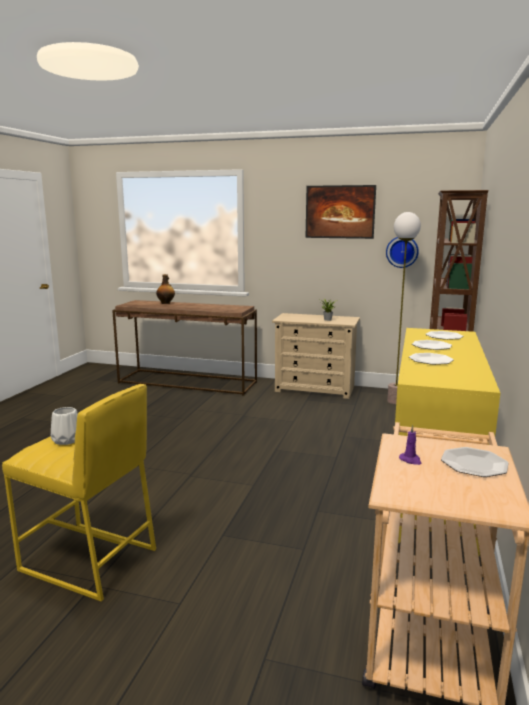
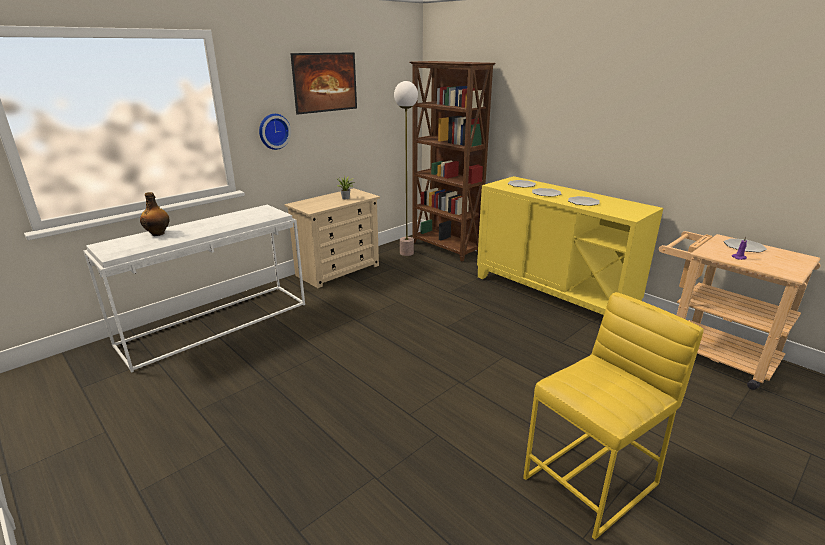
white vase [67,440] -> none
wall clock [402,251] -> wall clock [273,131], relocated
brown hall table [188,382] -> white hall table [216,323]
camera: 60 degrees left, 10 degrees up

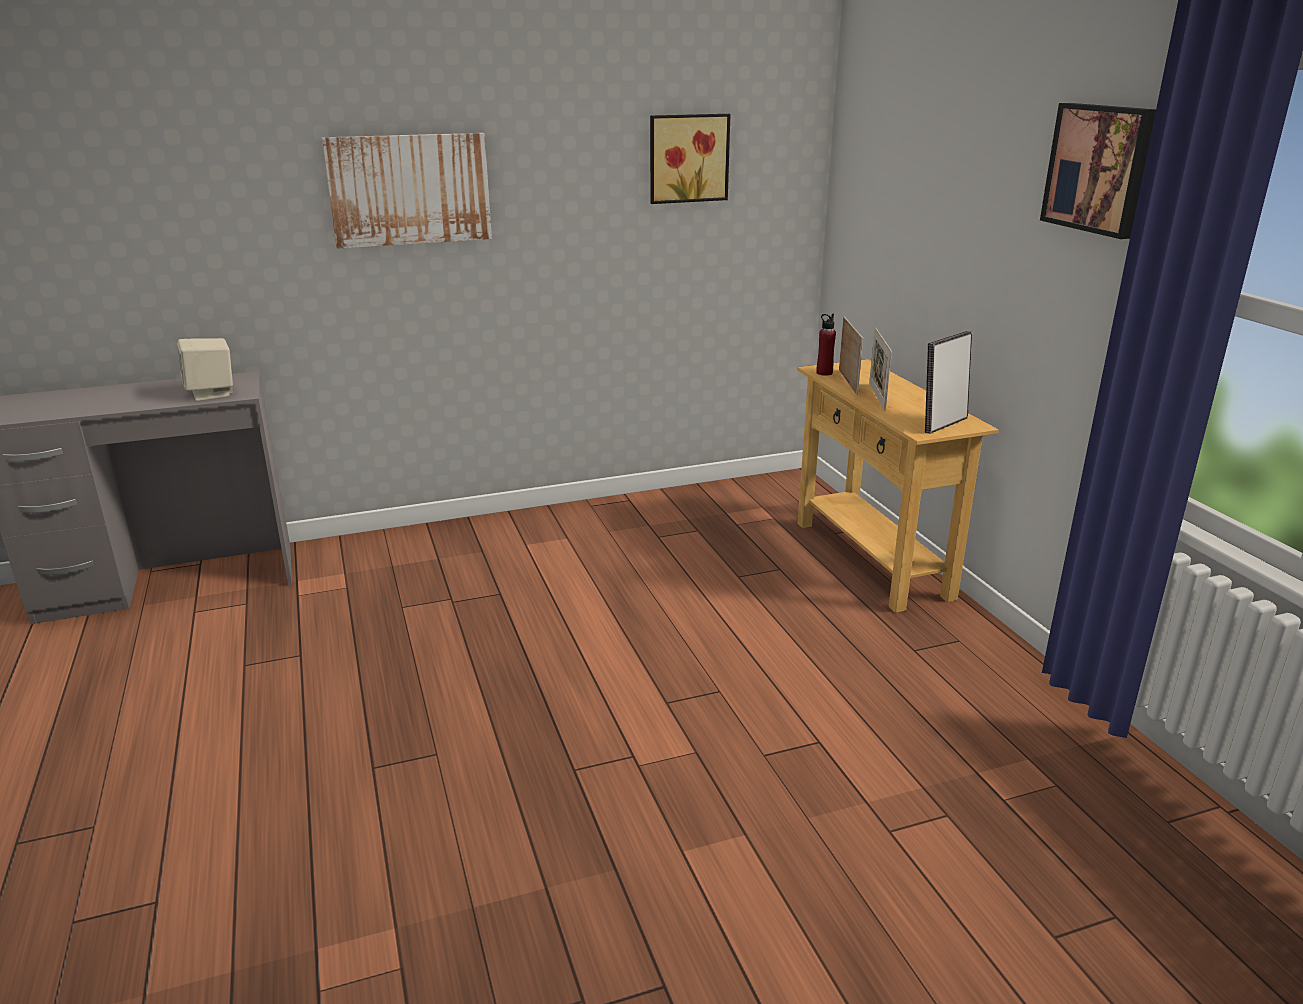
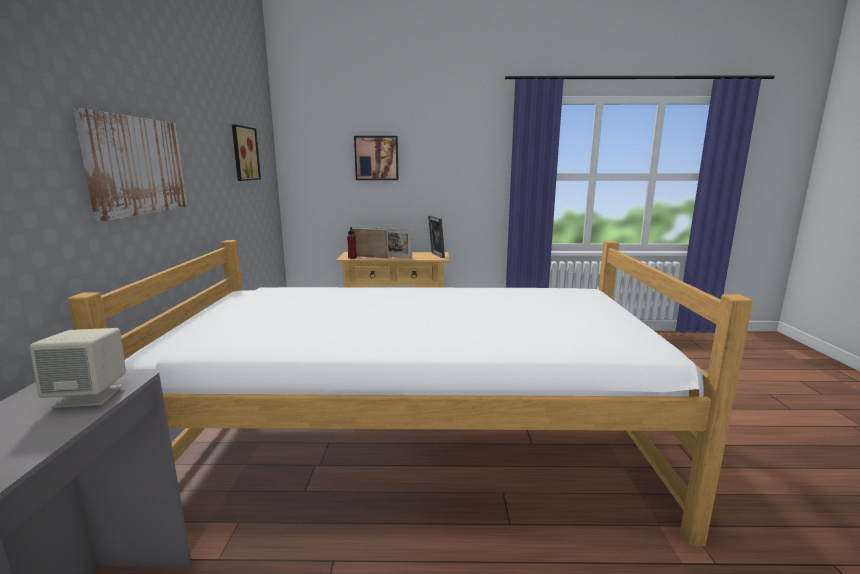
none -> bed [416,449]
picture [1100,168] -> picture [376,158], relocated
camera: 70 degrees left, 10 degrees down

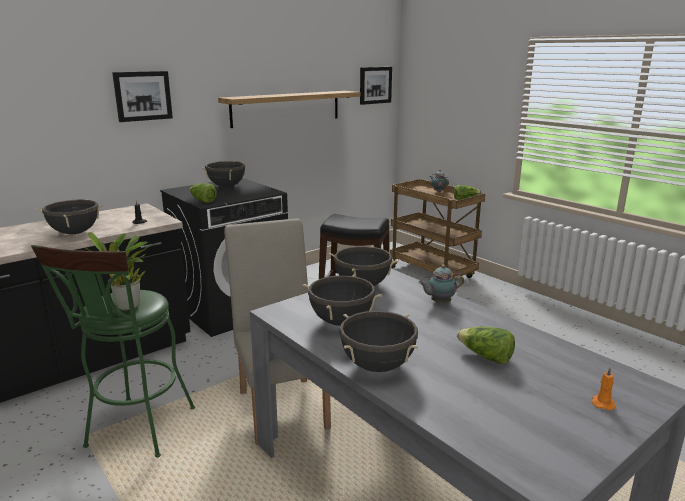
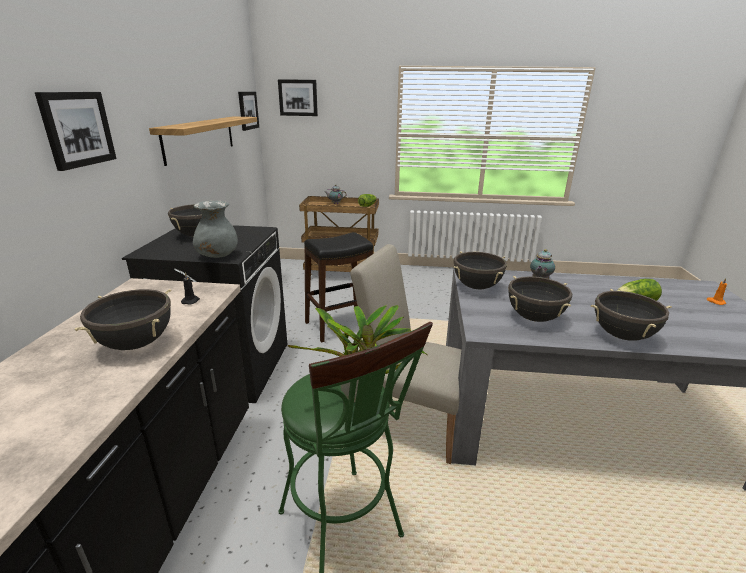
none -> picture [298,97]
lettuce [202,201] -> gray vase [217,256]
camera: 45 degrees left, 5 degrees up

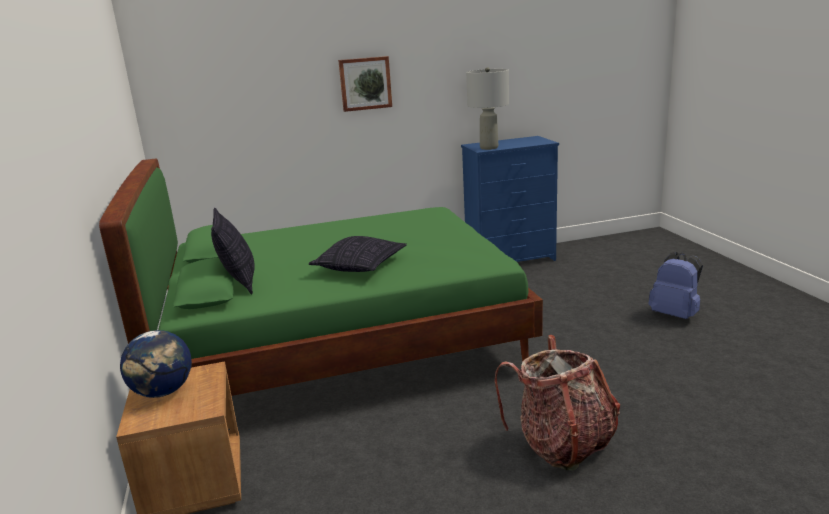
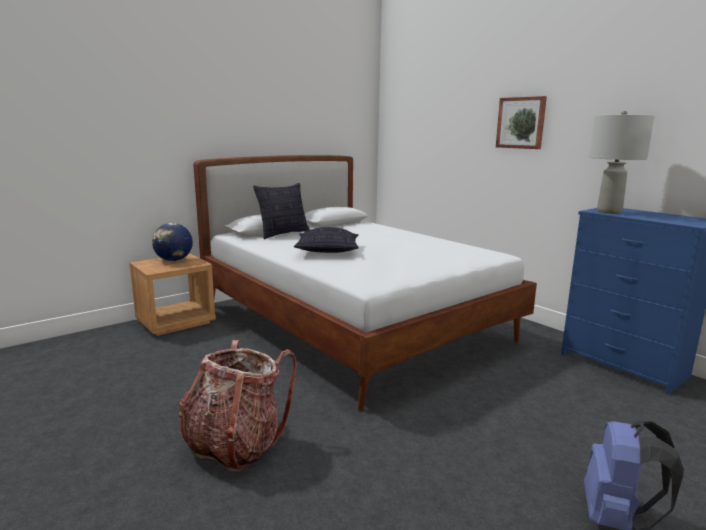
greenish bed [339,345] -> white bed [352,323]
camera: 65 degrees right, 5 degrees down

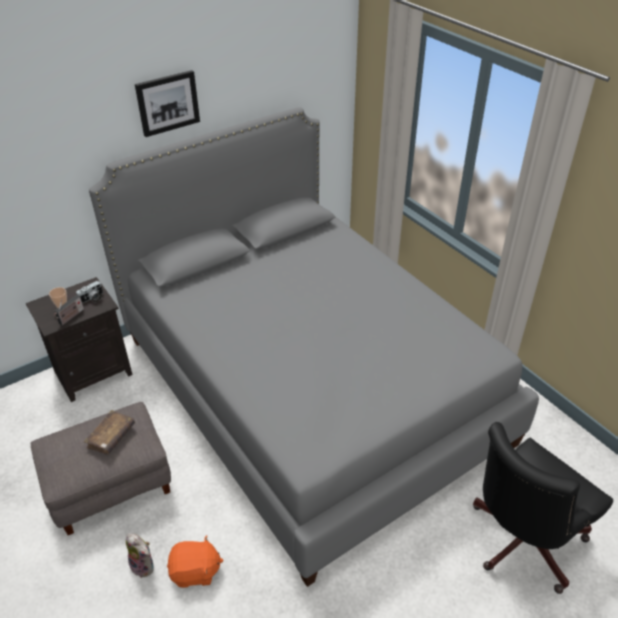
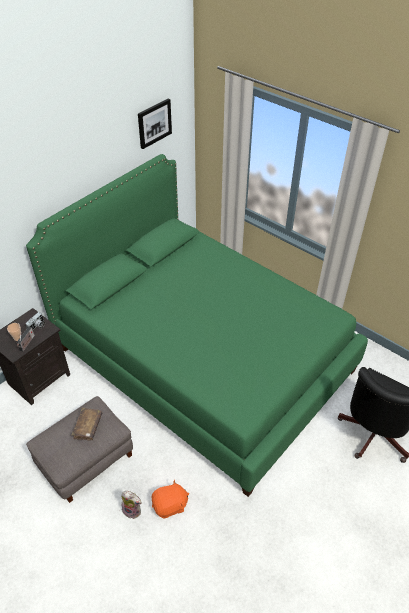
picture [167,103] -> picture [154,123], relocated
gray bed [309,387] -> greenish bed [204,358]
camera: 15 degrees left, 5 degrees up

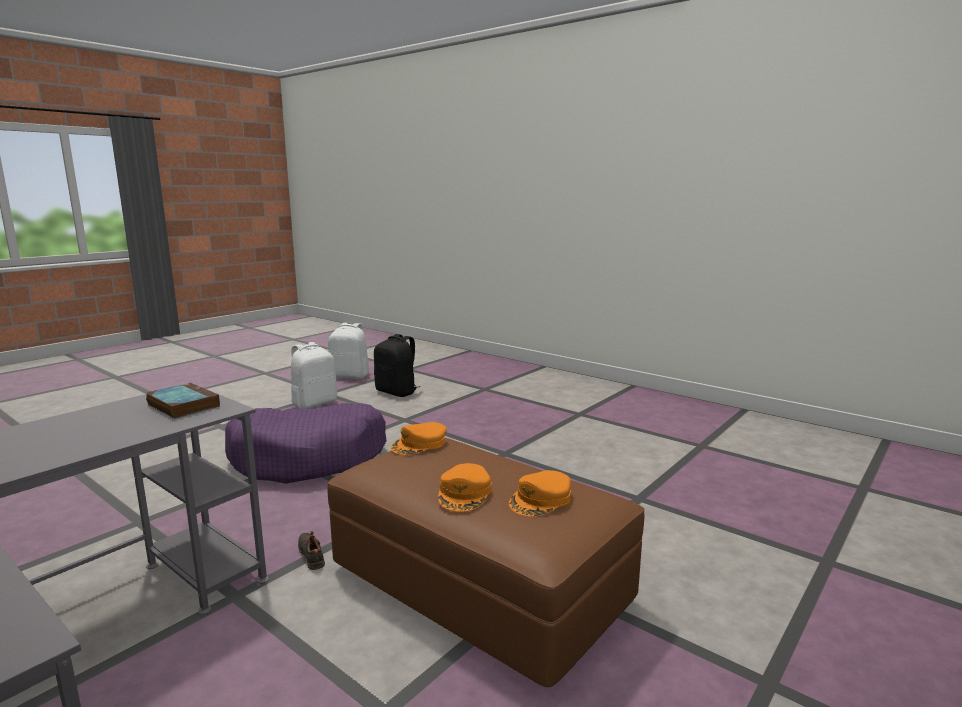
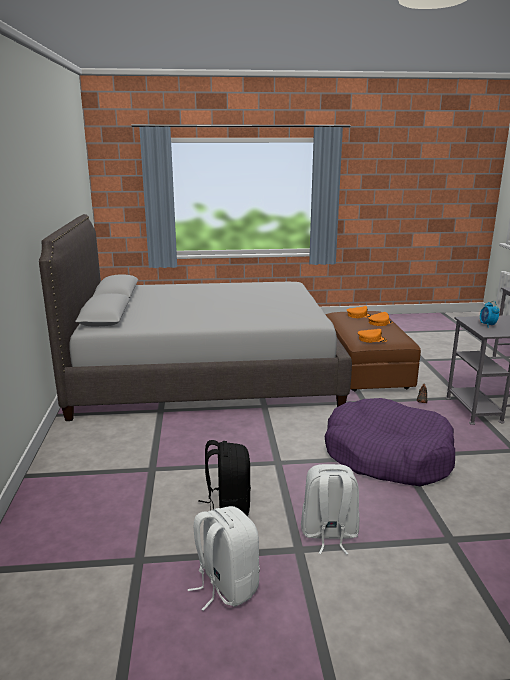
none -> gray bed [205,375]
book [182,405] -> table clock [487,325]
camera: 135 degrees left, 5 degrees up

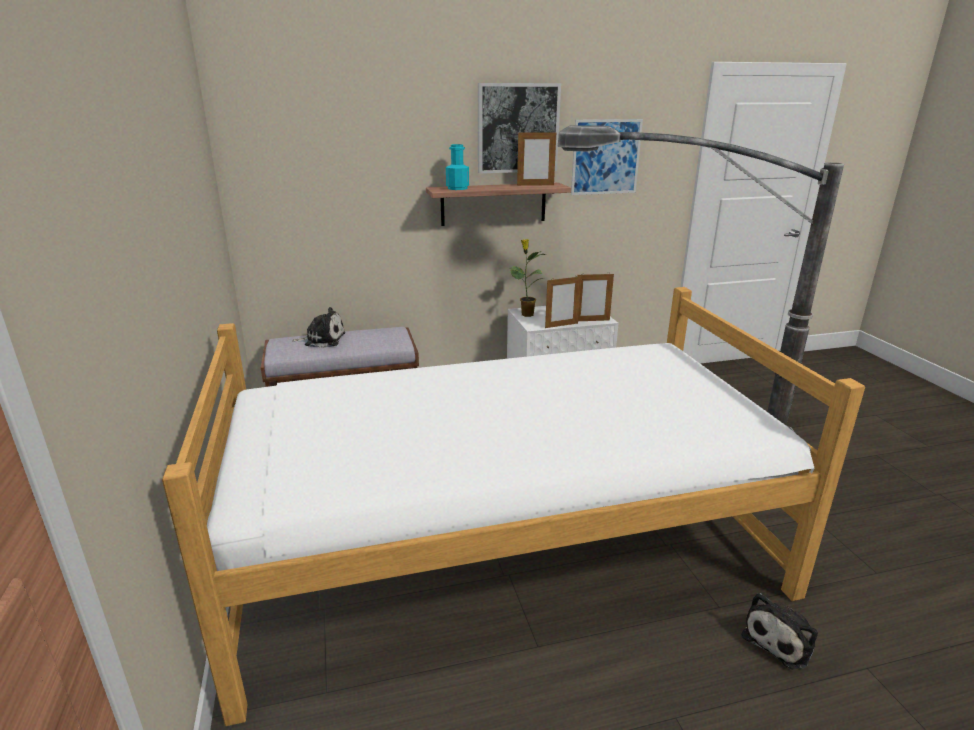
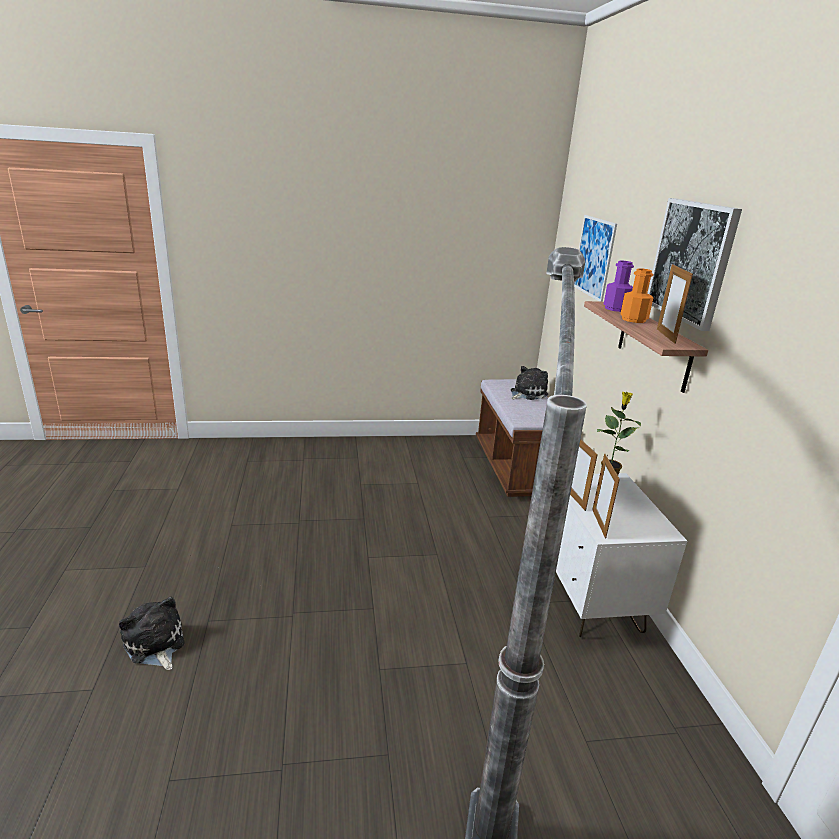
bed [502,549] -> none
none -> orange beverage bottle [633,319]
picture [606,157] -> picture [594,257], relocated
blue-green beverage bottle [457,188] -> purple-coloured beverage bottle [616,309]
cuddly toy [322,340] -> cuddly toy [526,393], 135 degrees counterclockwise
camera: 95 degrees right, 0 degrees up

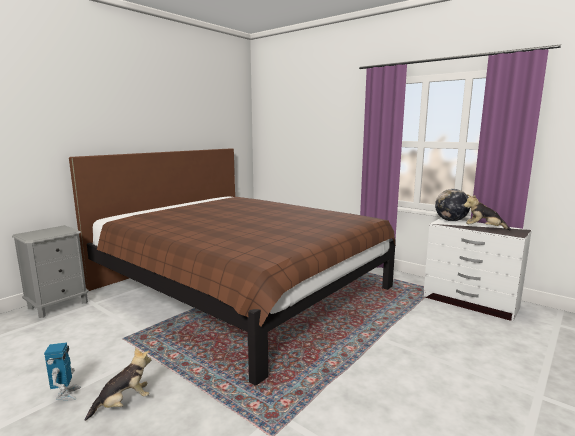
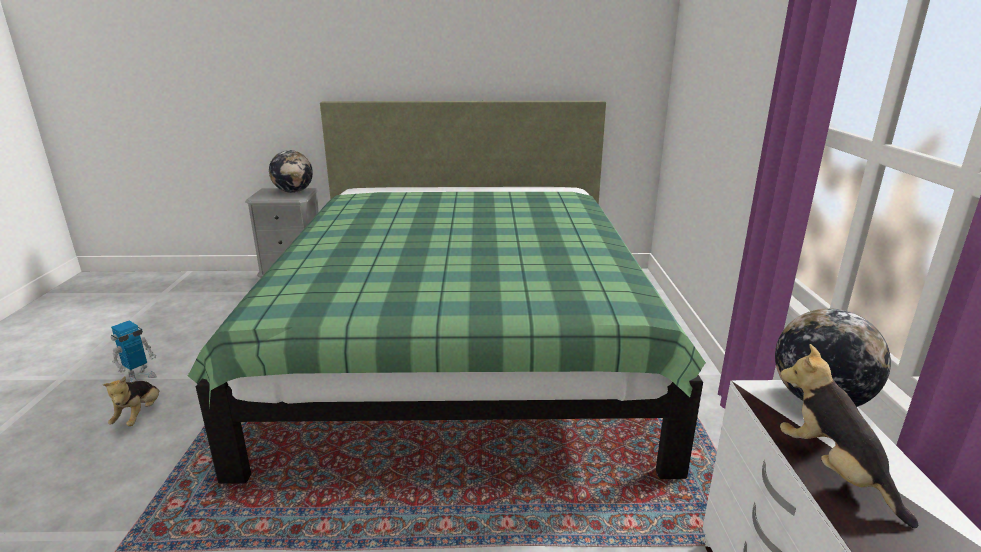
none -> desk globe [293,192]
brown bed [240,289] -> greenish bed [460,346]
cuddly toy [124,403] -> cuddly toy [139,415], 75 degrees clockwise
camera: 50 degrees right, 10 degrees up

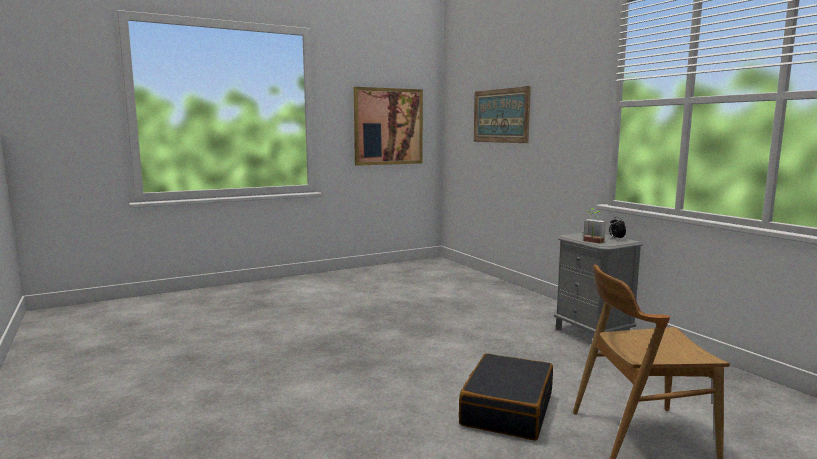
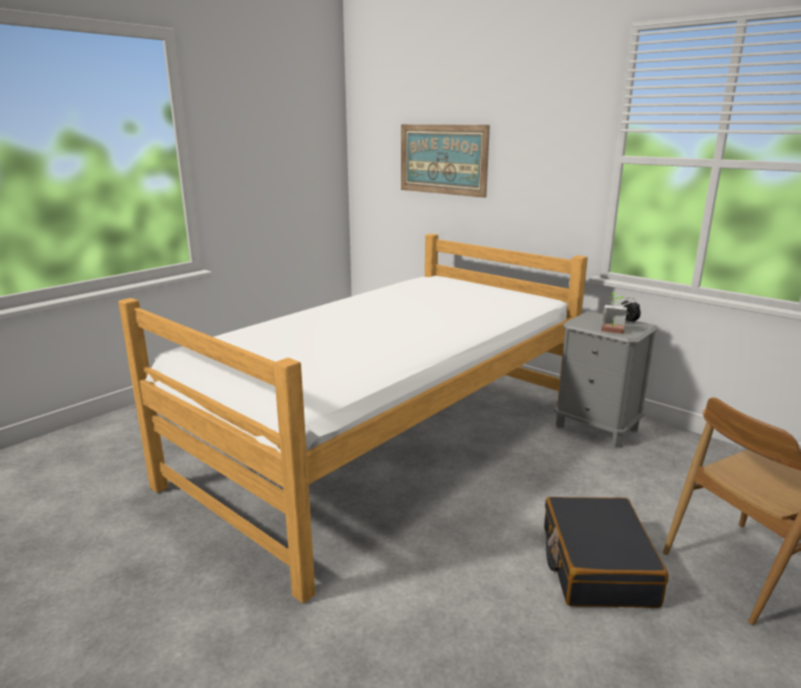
picture [388,126] -> none
none -> bed [388,442]
camera: 20 degrees left, 10 degrees up

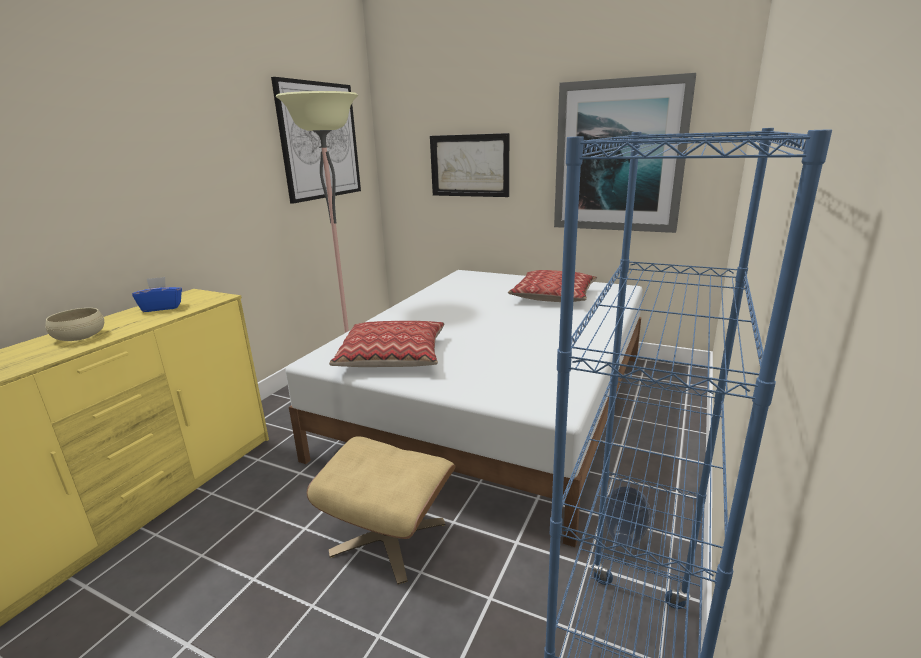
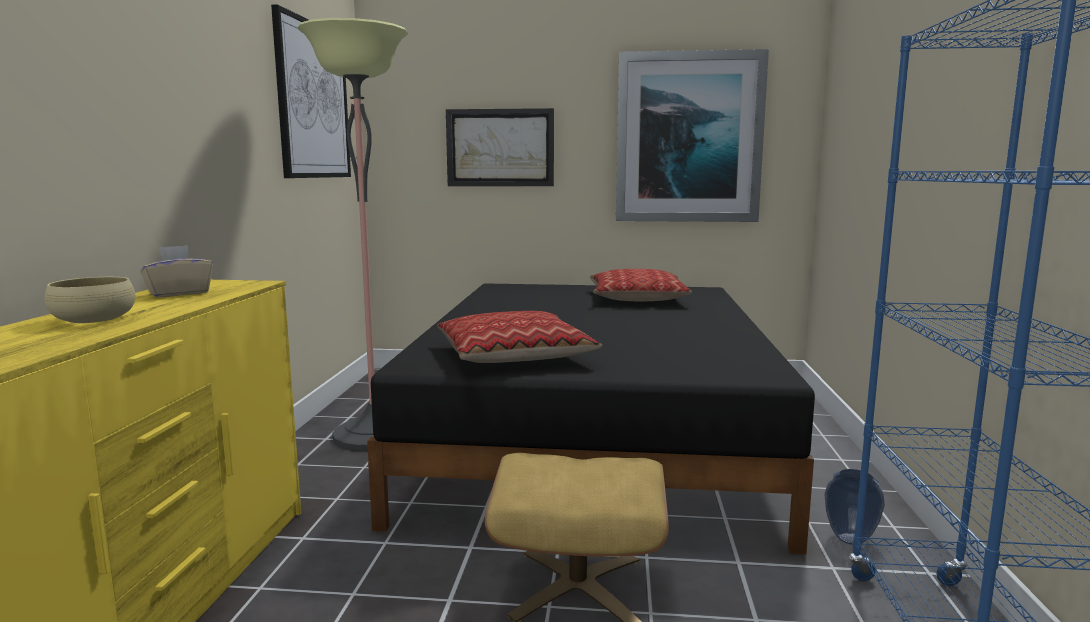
blue tissue holder [162,307] -> beige tissue holder [179,293]
white bed [496,402] -> blackish bed [593,435]
camera: 20 degrees left, 10 degrees down

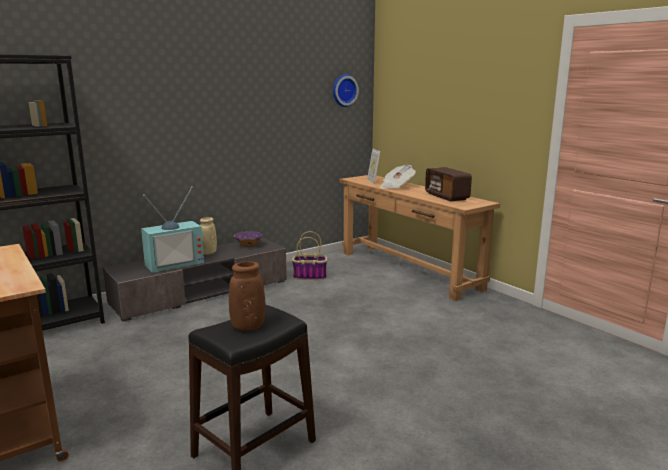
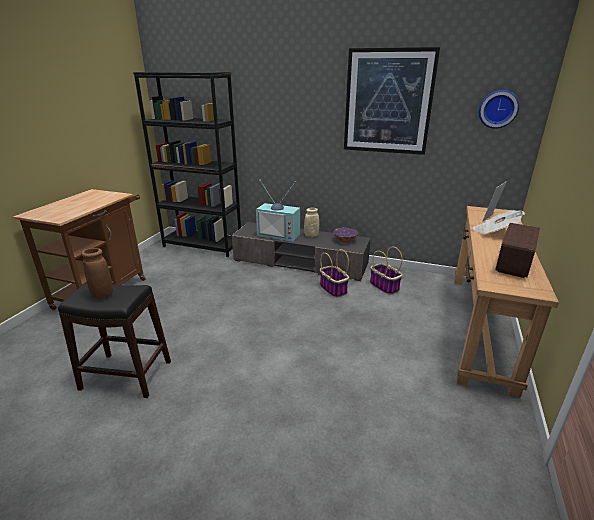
none -> household basket [333,289]
none -> picture [388,102]
camera: 55 degrees right, 10 degrees up

